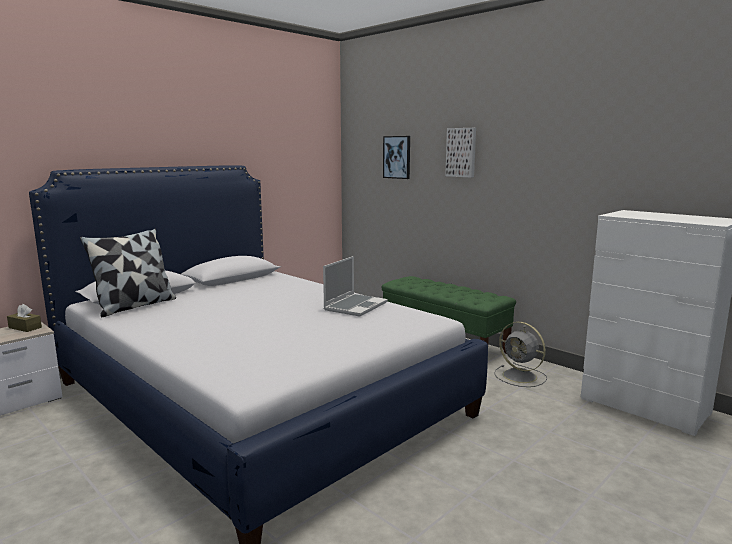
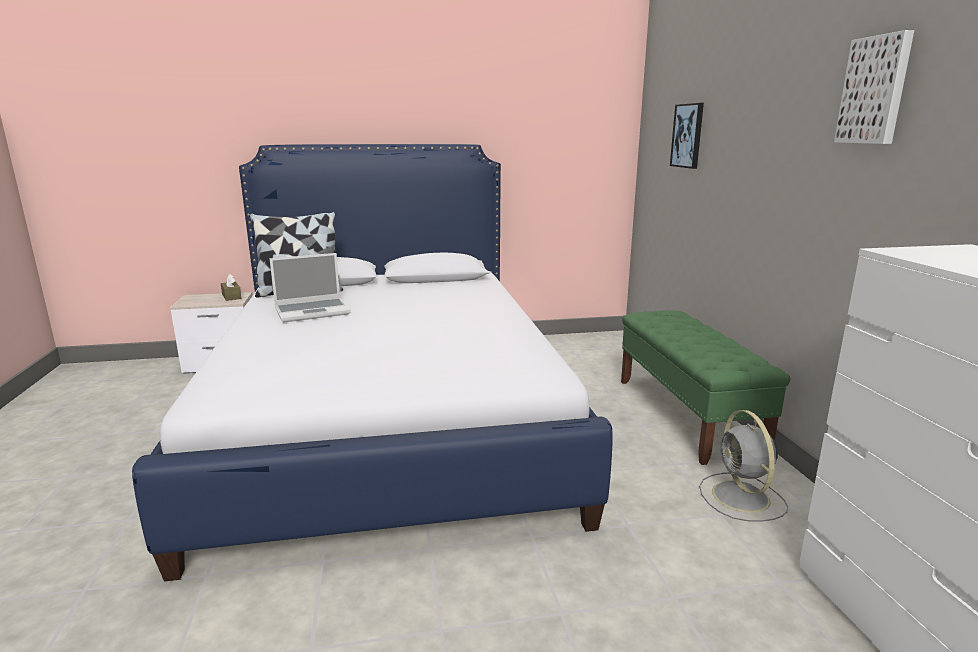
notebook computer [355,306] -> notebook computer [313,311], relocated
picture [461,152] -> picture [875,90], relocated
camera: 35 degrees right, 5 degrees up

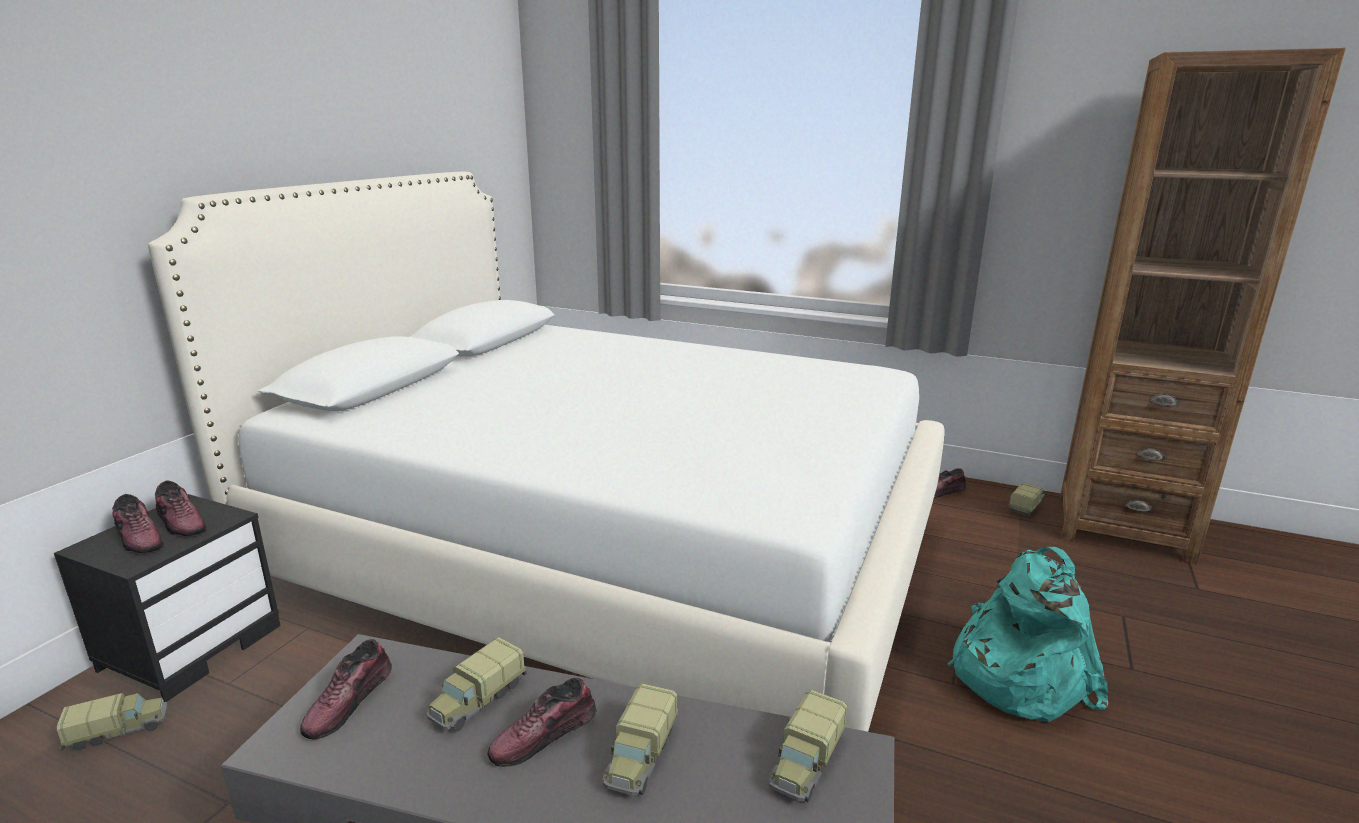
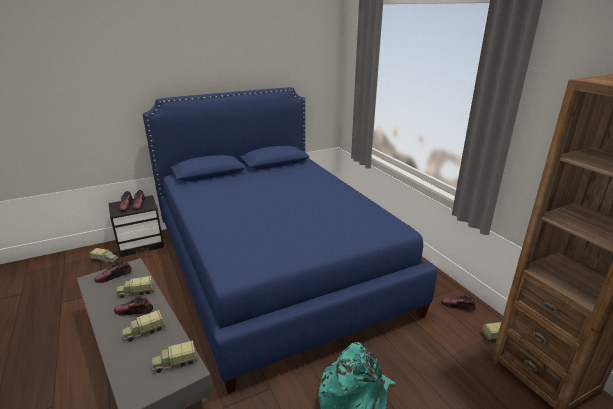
white bed [610,553] -> blue bed [276,267]
camera: 40 degrees right, 5 degrees up

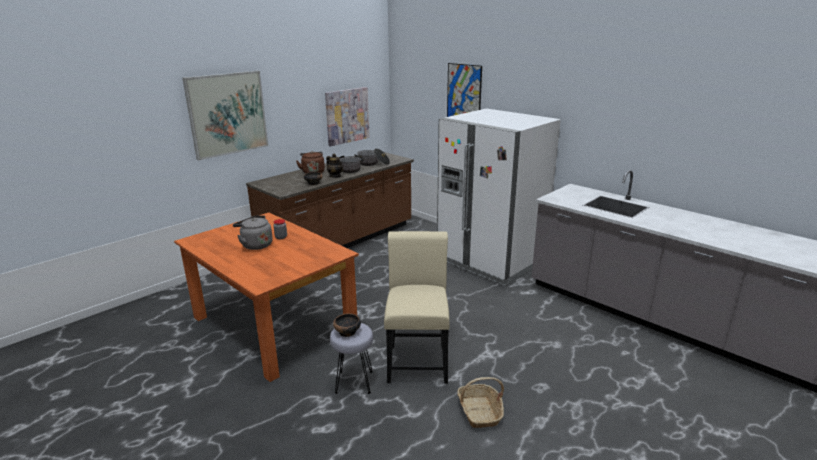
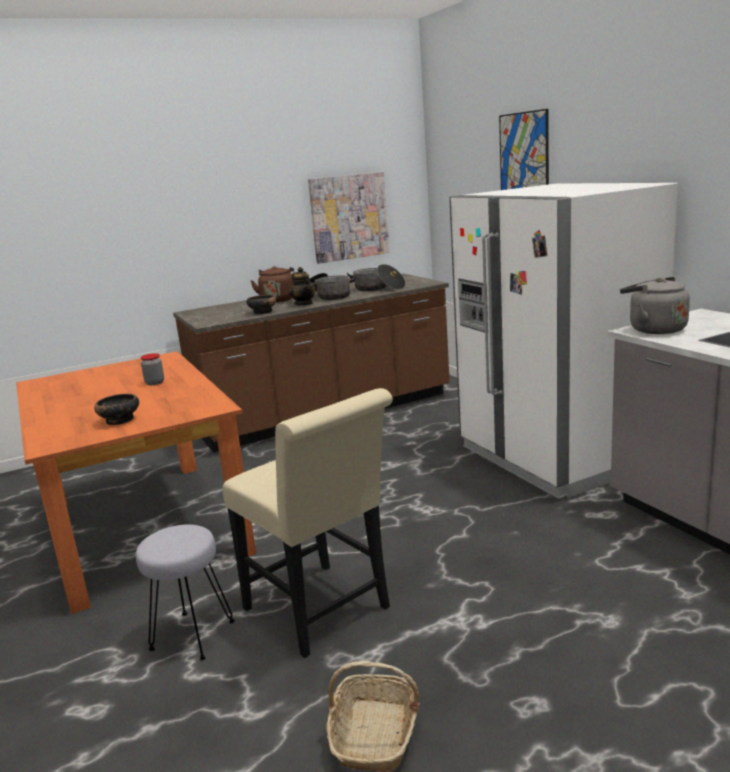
picture [227,114] -> none
gray water kettle [255,245] -> gray water kettle [653,329], relocated
serving bowl [347,332] -> serving bowl [119,420], relocated
beige plain chair [417,360] -> beige plain chair [322,612], 120 degrees clockwise
camera: 20 degrees right, 5 degrees down

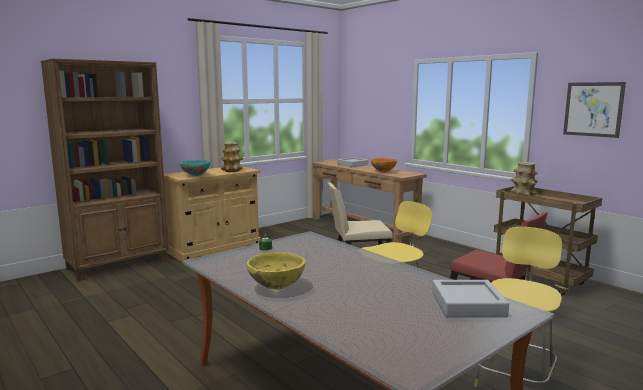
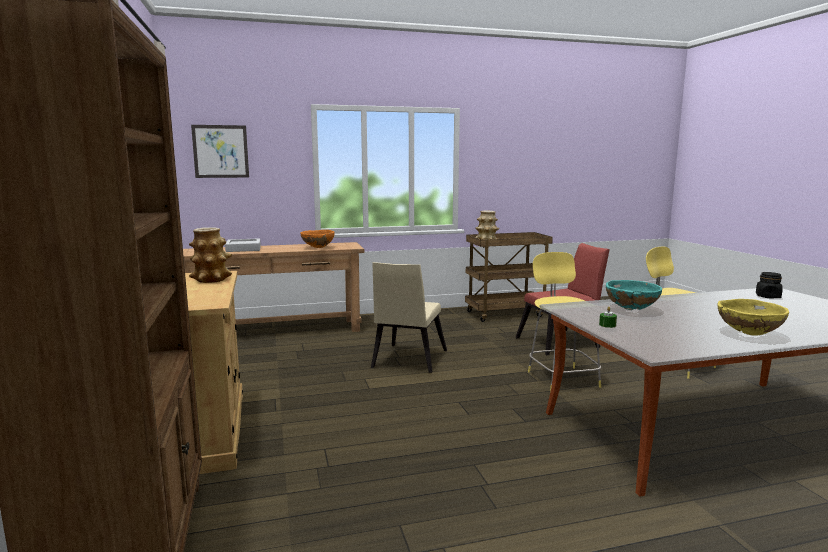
blue-green serving bowl [195,175] -> blue-green serving bowl [631,310], relocated
picture [593,109] -> picture [220,151], relocated
gray carrying tray [467,304] -> blackish jar [768,297]
camera: 65 degrees left, 0 degrees up

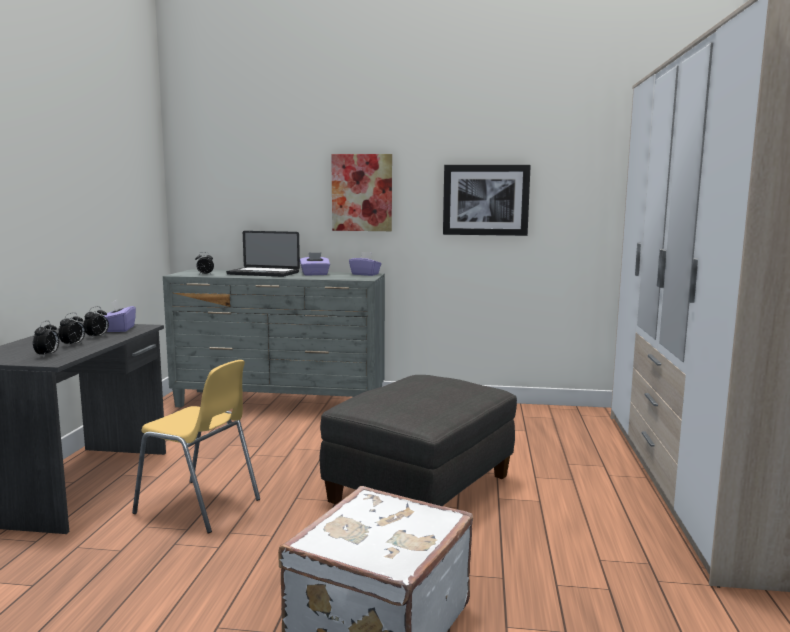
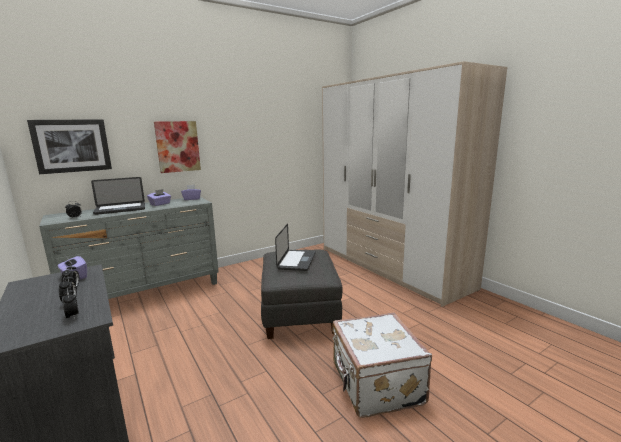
yellowish plain chair [199,506] -> none
none -> notebook computer [297,261]
picture [485,200] -> picture [72,146], relocated
camera: 40 degrees left, 5 degrees up

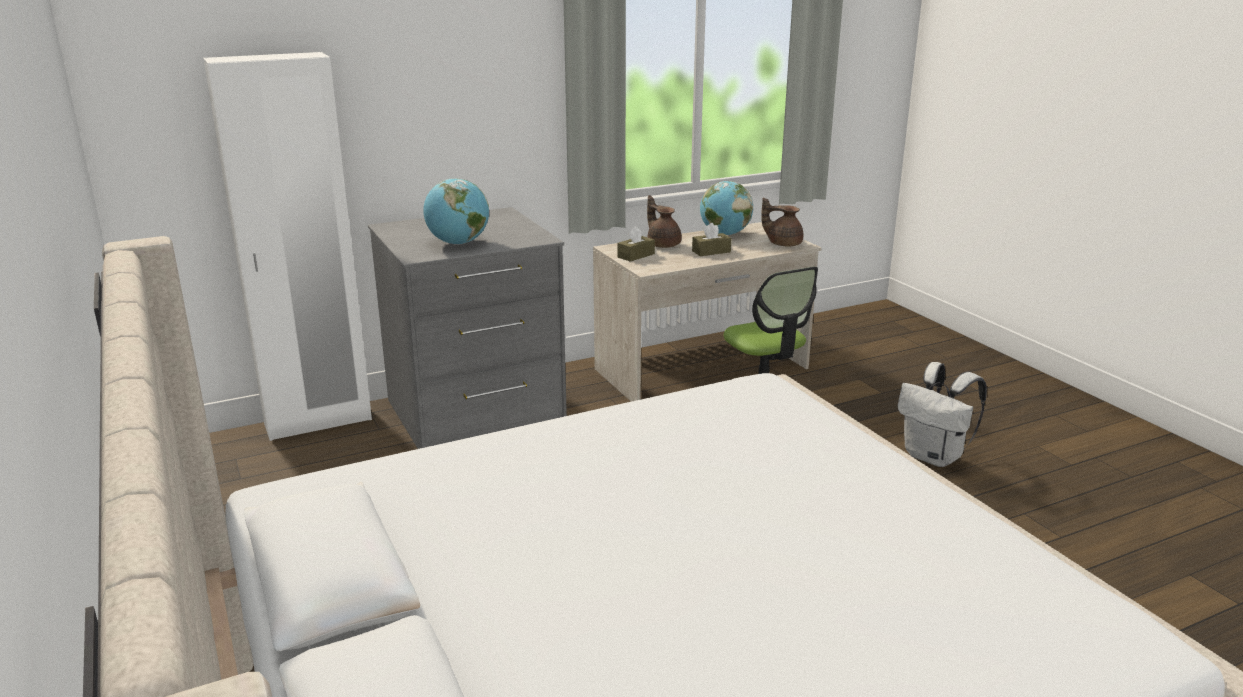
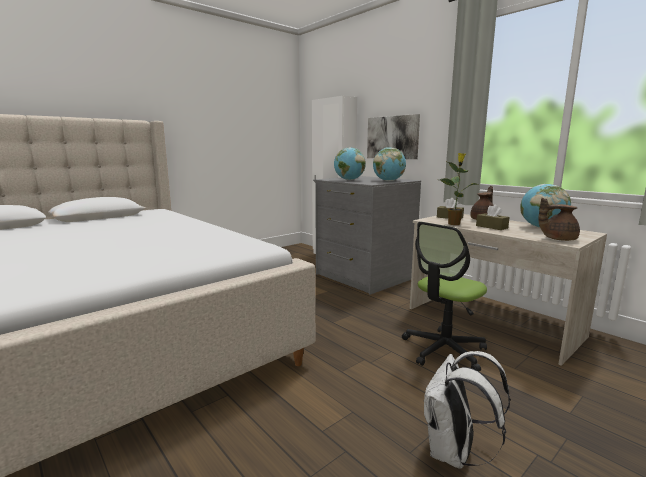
none -> picture [392,137]
none -> desk globe [388,181]
none -> houseplant [454,224]
brown tea pot [783,243] -> brown tea pot [557,239], 90 degrees counterclockwise
camera: 75 degrees right, 10 degrees down

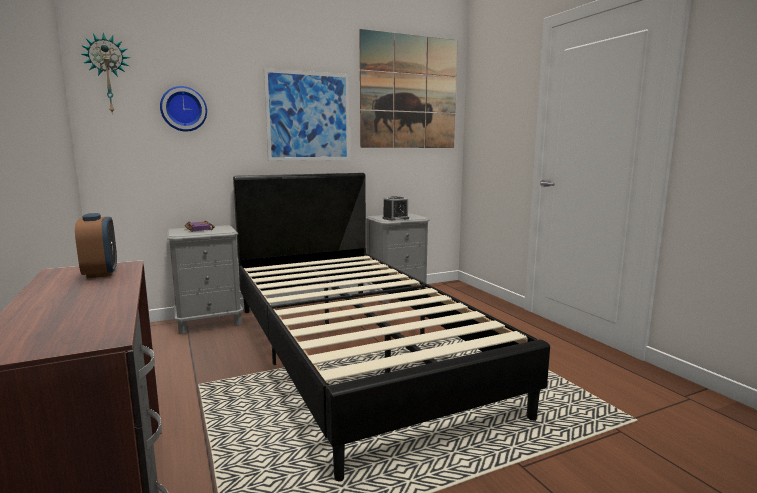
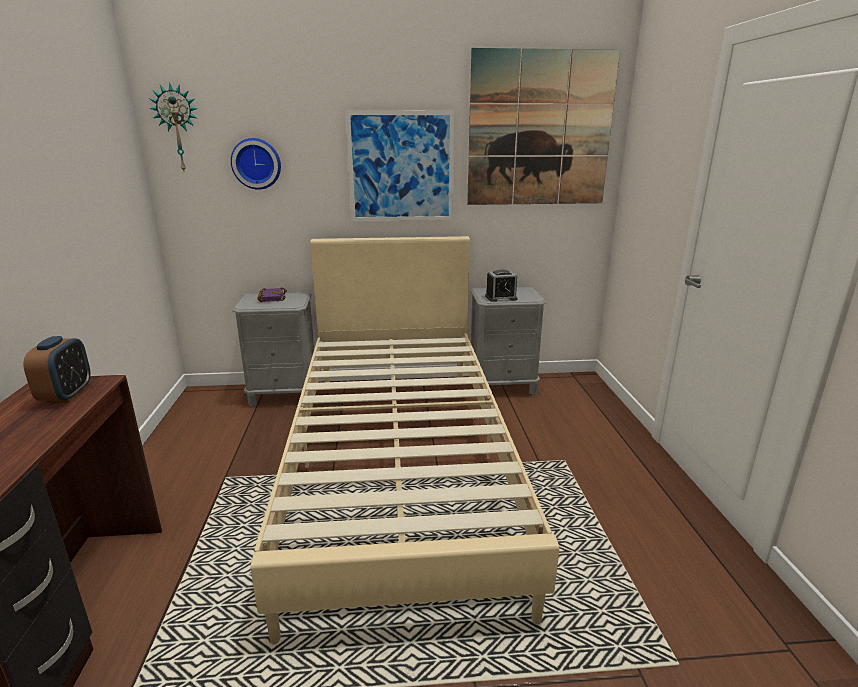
blackish bed [354,351] -> beige bed [399,464]
camera: 20 degrees right, 10 degrees up

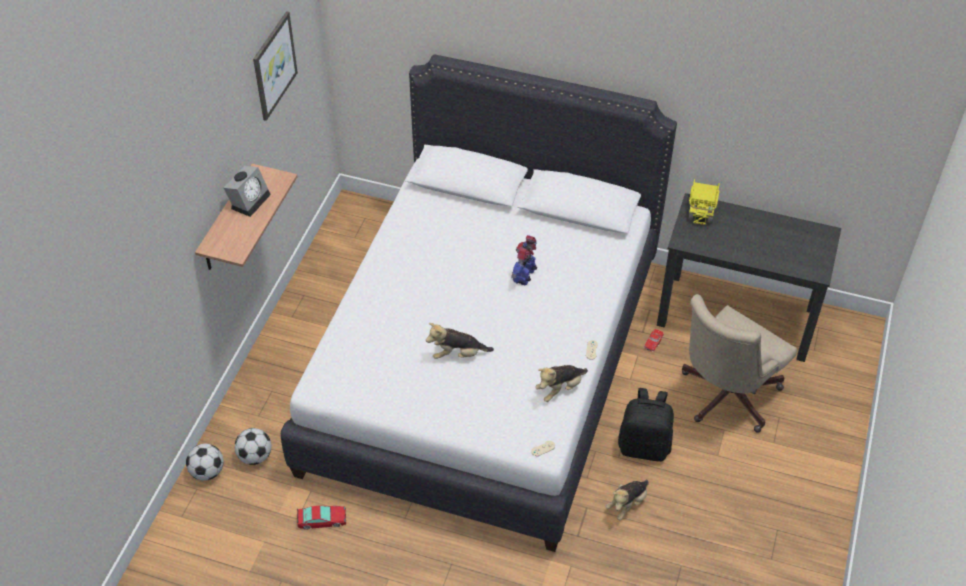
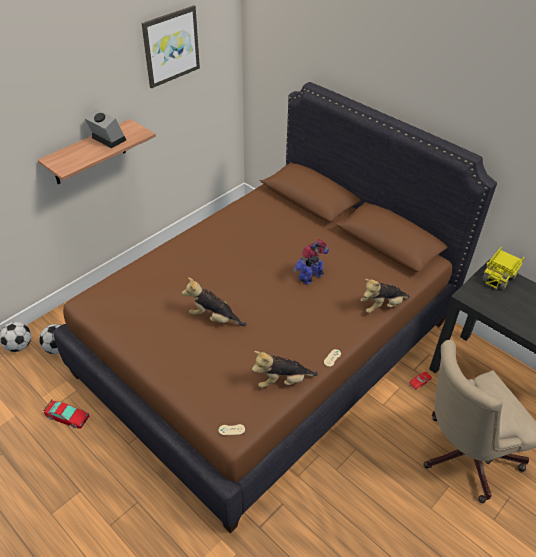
blackish knapsack [644,446] -> none
cuddly toy [627,504] -> cuddly toy [382,306], relocated
white bed [482,365] -> brown bed [266,346]
table clock [249,200] -> table clock [106,139], 105 degrees counterclockwise
camera: 25 degrees right, 5 degrees down

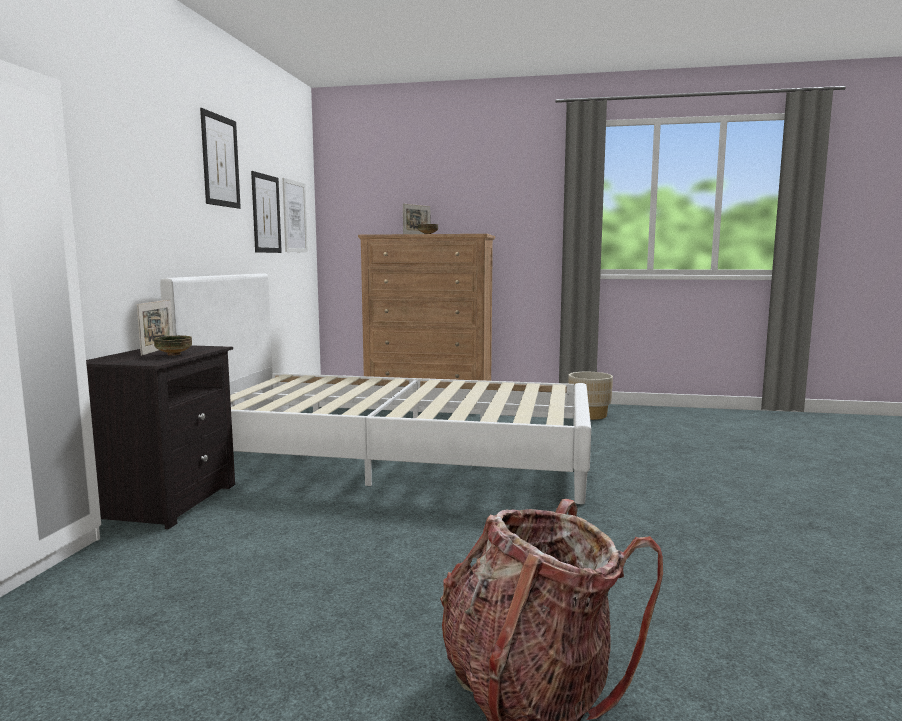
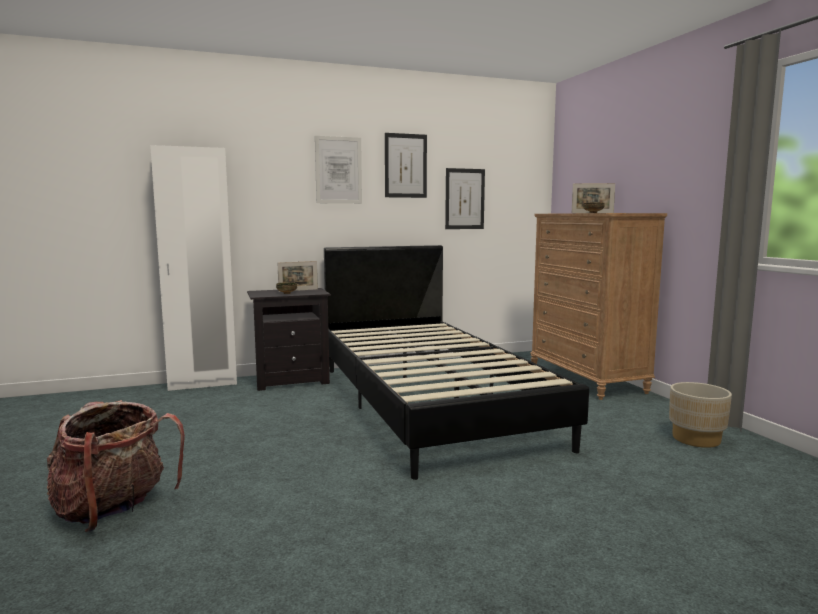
picture [294,216] -> picture [338,170], relocated
white bed [395,458] -> blackish bed [428,403]
camera: 60 degrees right, 0 degrees up

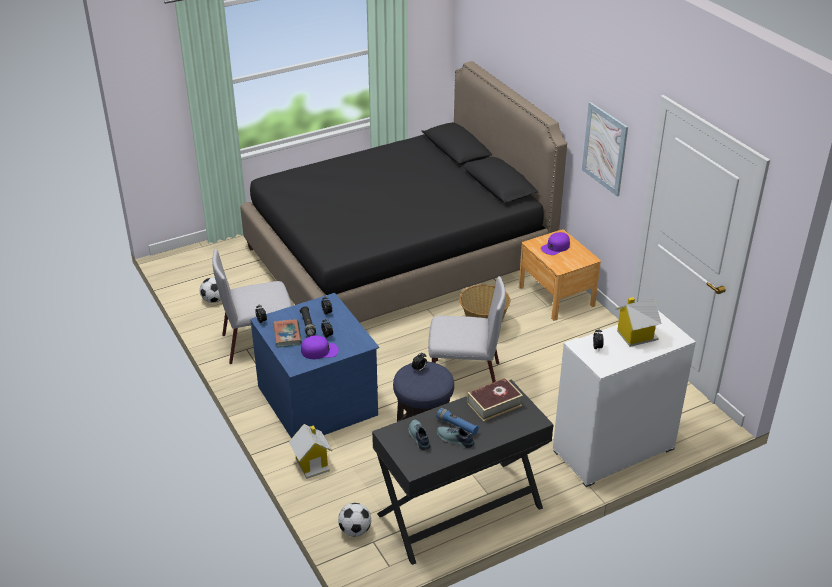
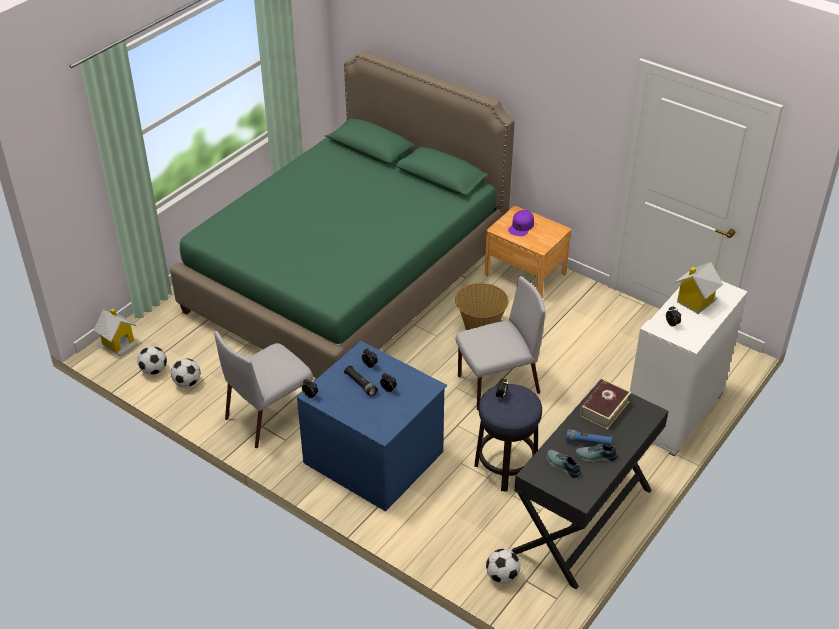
book [287,335] -> none
purple-coloured baseball cap [319,351] -> none
picture [605,149] -> none
none -> ball for football [154,370]
miniature house [312,463] -> miniature house [119,343], relocated
blackish bed [398,258] -> greenish bed [347,278]
camera: 25 degrees left, 5 degrees up

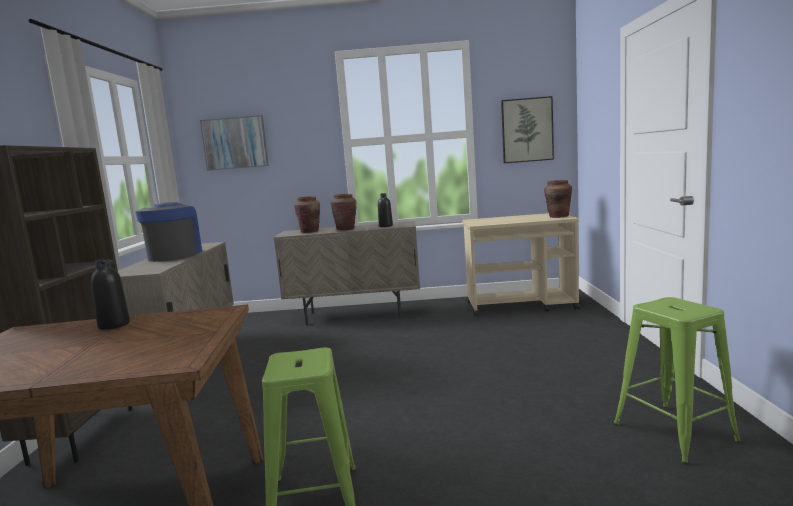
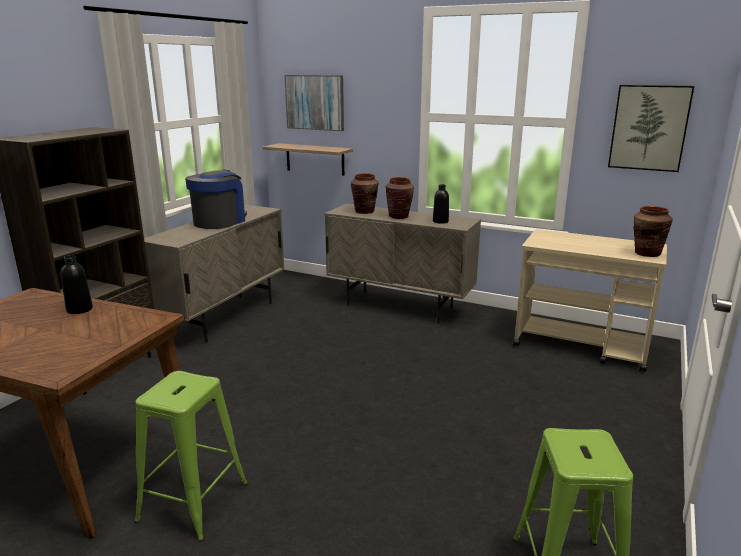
none -> shelf [315,159]
camera: 25 degrees right, 10 degrees up

